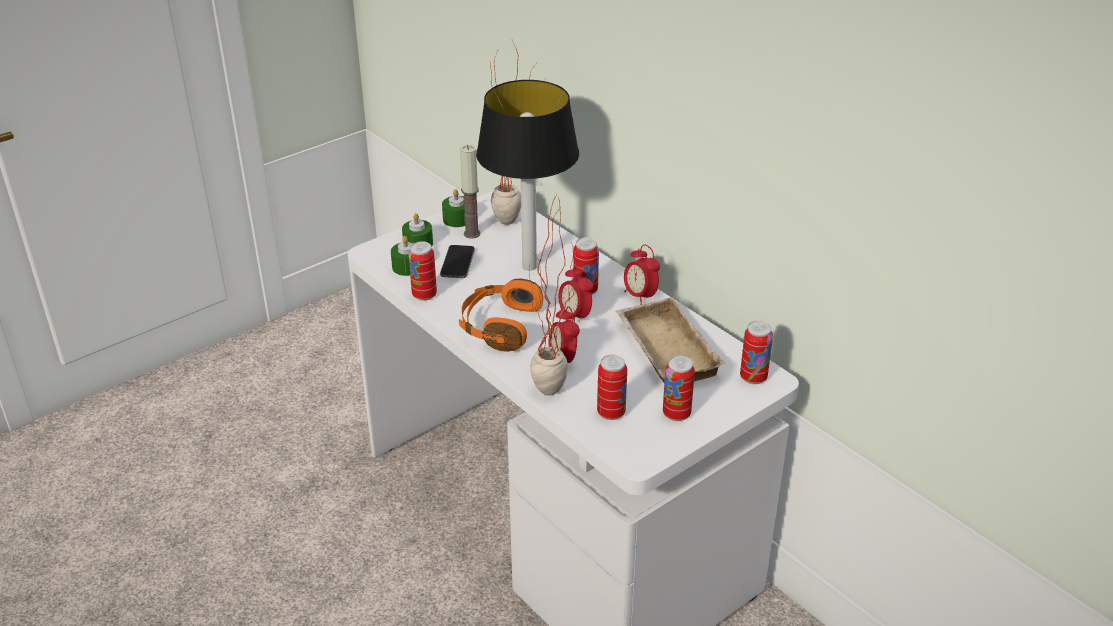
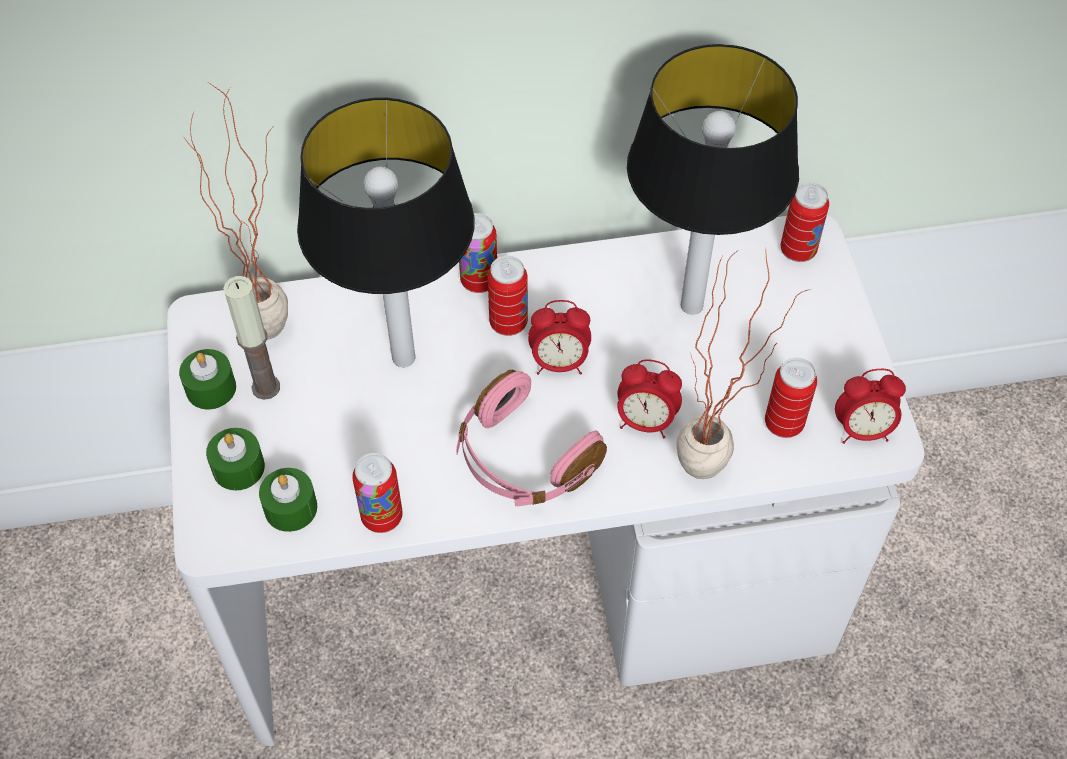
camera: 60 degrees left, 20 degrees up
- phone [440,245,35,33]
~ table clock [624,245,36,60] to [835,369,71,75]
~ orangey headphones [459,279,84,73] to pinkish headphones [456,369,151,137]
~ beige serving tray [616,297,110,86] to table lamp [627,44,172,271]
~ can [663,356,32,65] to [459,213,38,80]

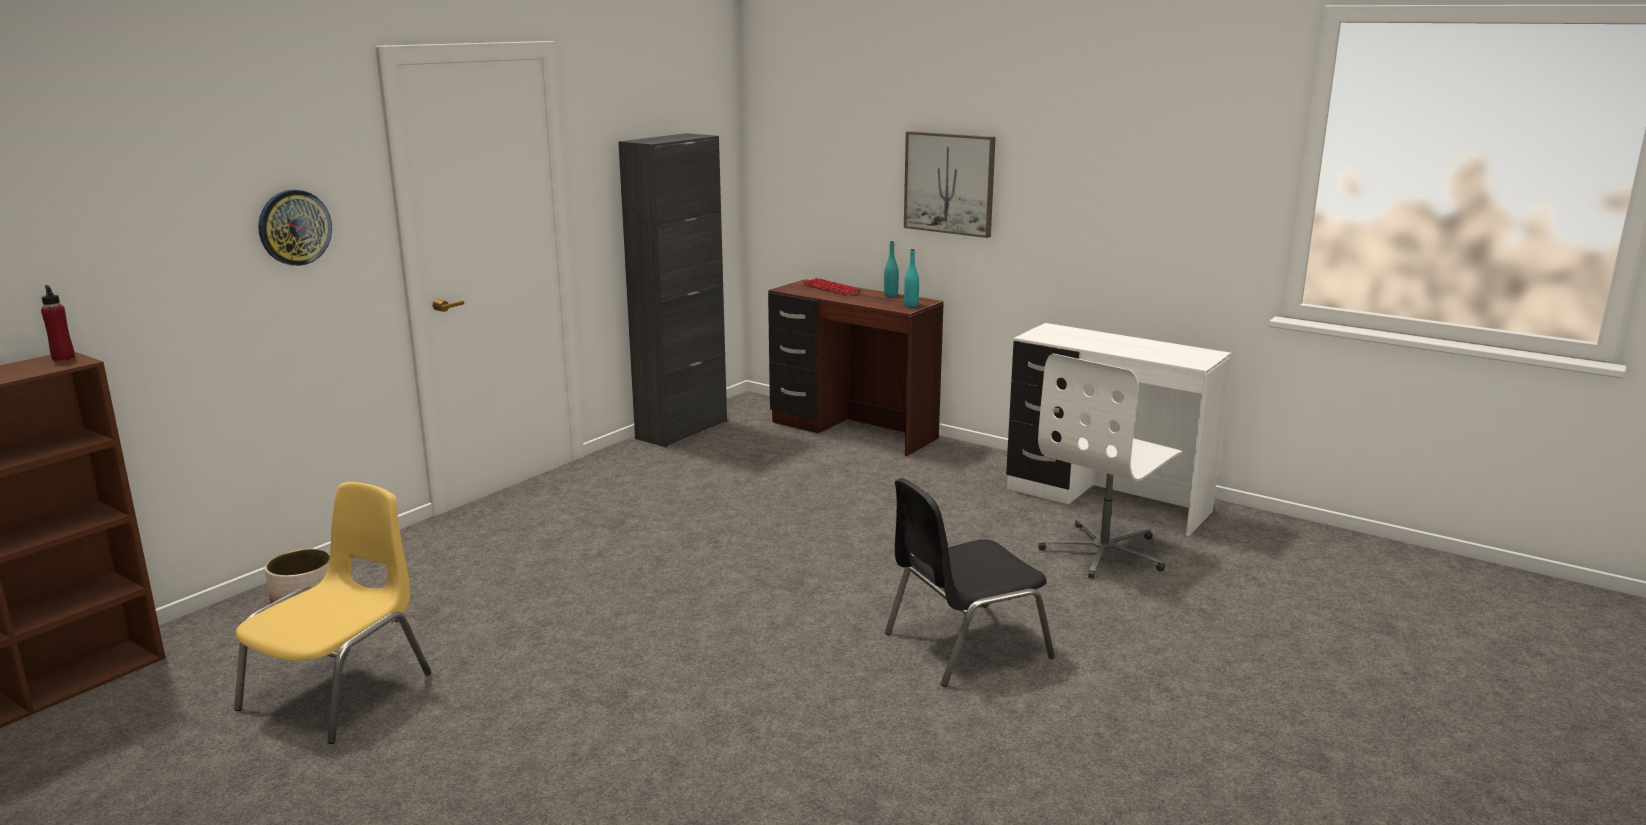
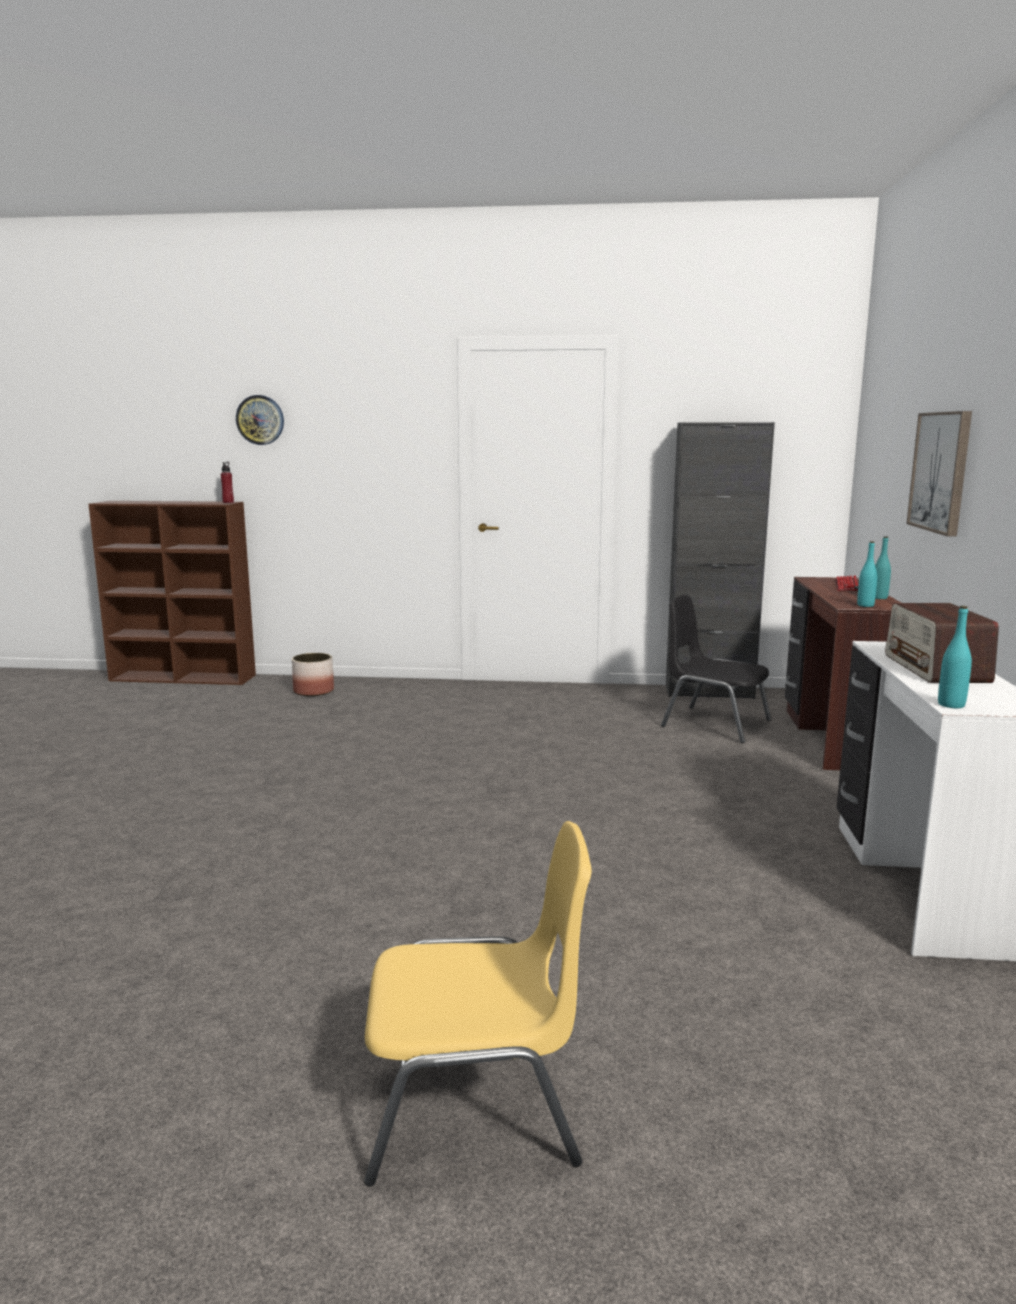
camera: 60 degrees right, 5 degrees down
~ clock on the wall [258,190,74,76] to [236,395,48,50]
- whitish office chair [1038,353,144,226]
~ blackish chair [885,478,170,209] to [661,595,110,148]
~ yellow chair [234,482,197,262] to [364,821,228,366]
+ radio [885,603,114,80]
+ turquoise bottle [938,606,34,102]

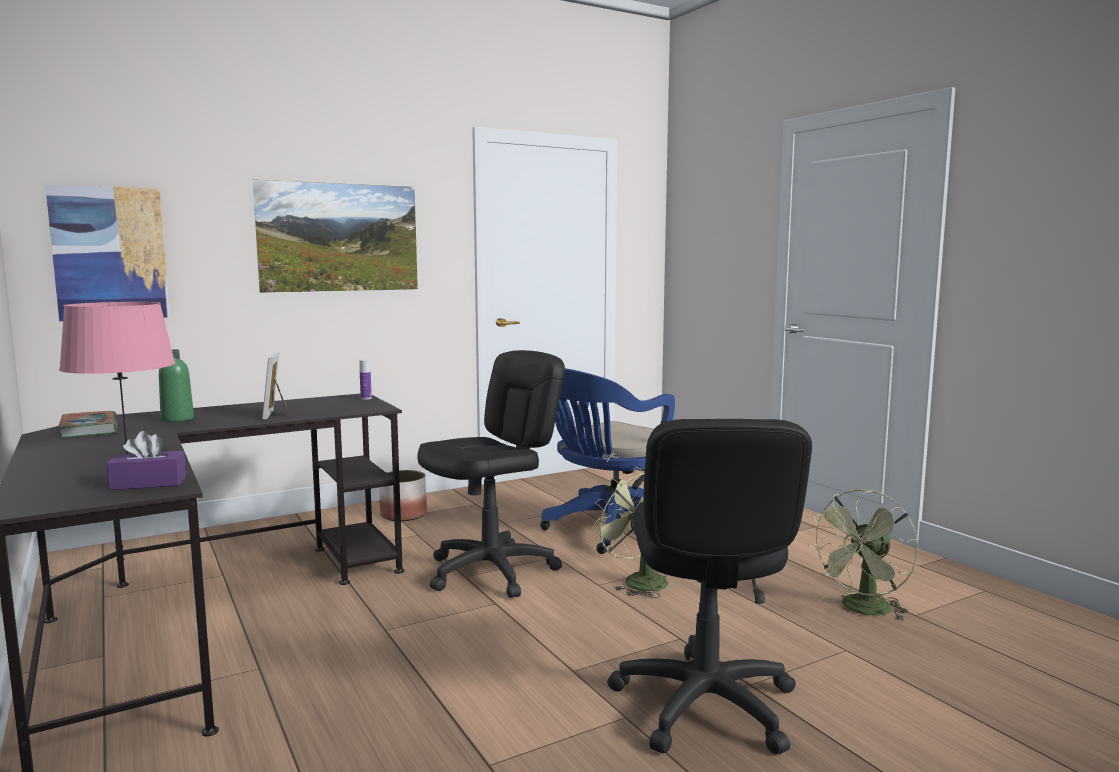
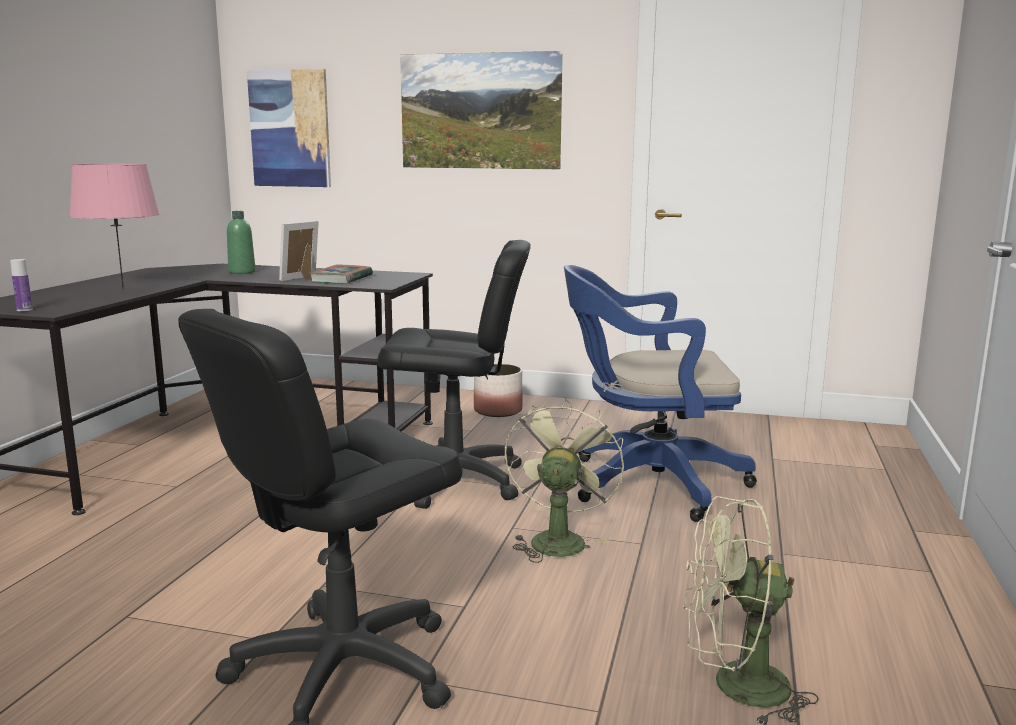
camera: 45 degrees right, 5 degrees up
~ bottle [359,359,13,41] to [10,259,23,52]
~ book [58,411,59,27] to [310,264,63,20]
- purple-coloured box of tissues [106,431,80,59]

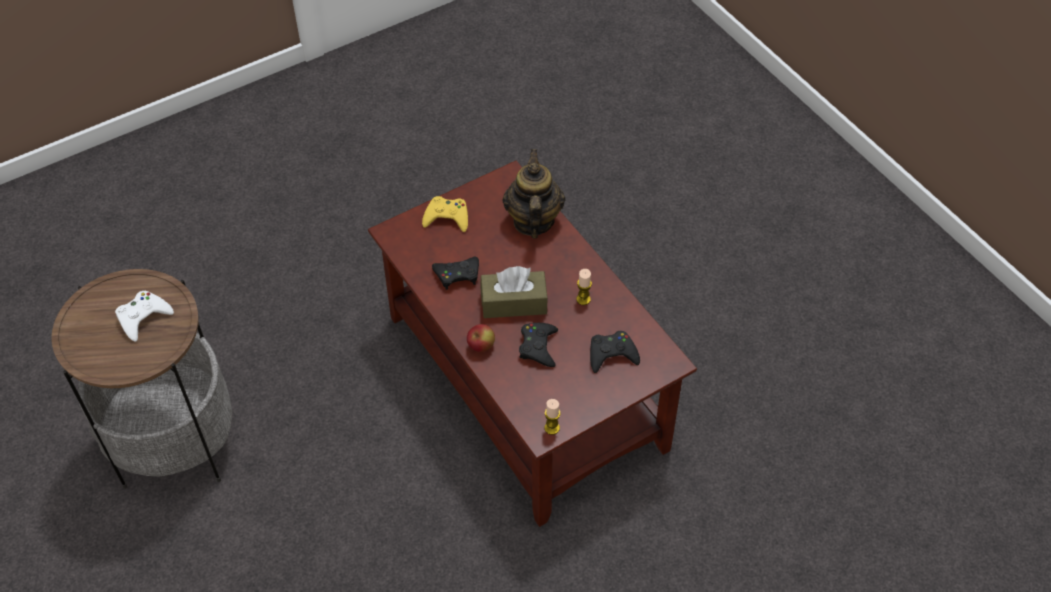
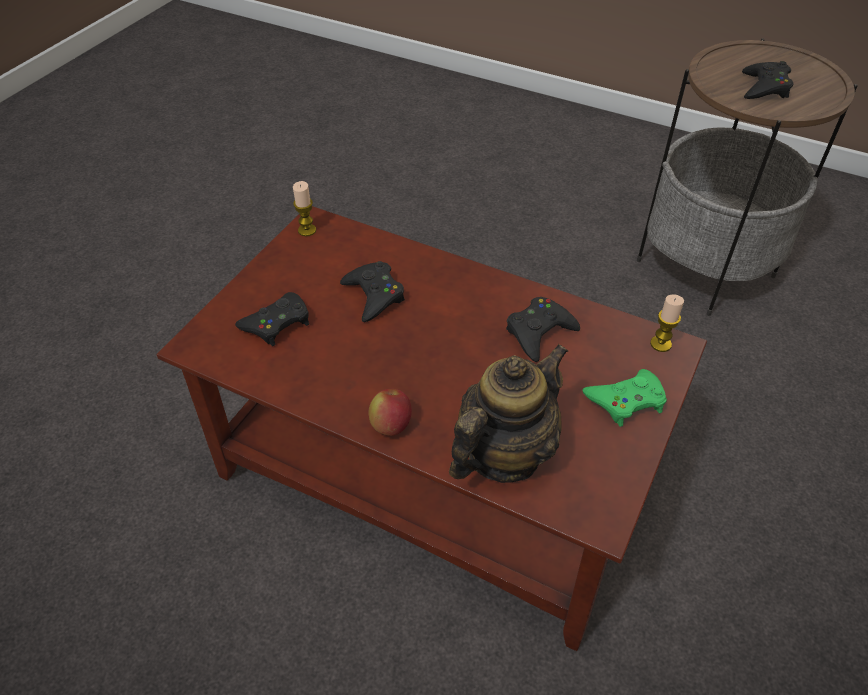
camera: 150 degrees right, 5 degrees down
~ tea pot [502,149,63,89] = [449,344,119,139] 105 degrees counterclockwise
~ yellow gamepad [422,196,46,36] to greenish gamepad [582,369,85,58]
- brown box of tissues [480,266,68,52]
~ wax light [576,269,16,36] to [650,294,34,58]
~ whitish gamepad [115,291,59,51] to blackish gamepad [742,61,51,38]
~ apple fruit [467,324,28,28] to [368,389,44,47]

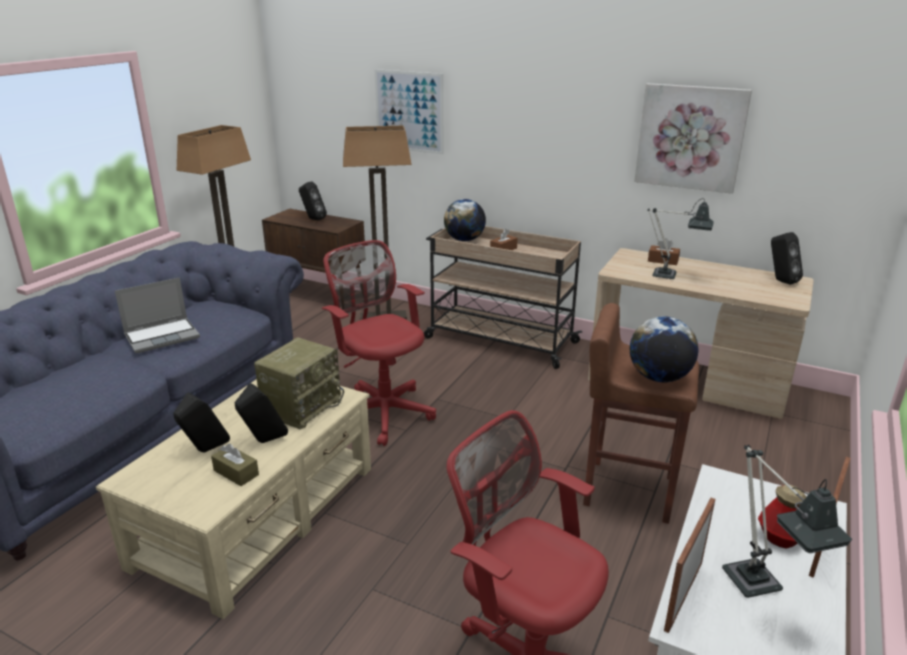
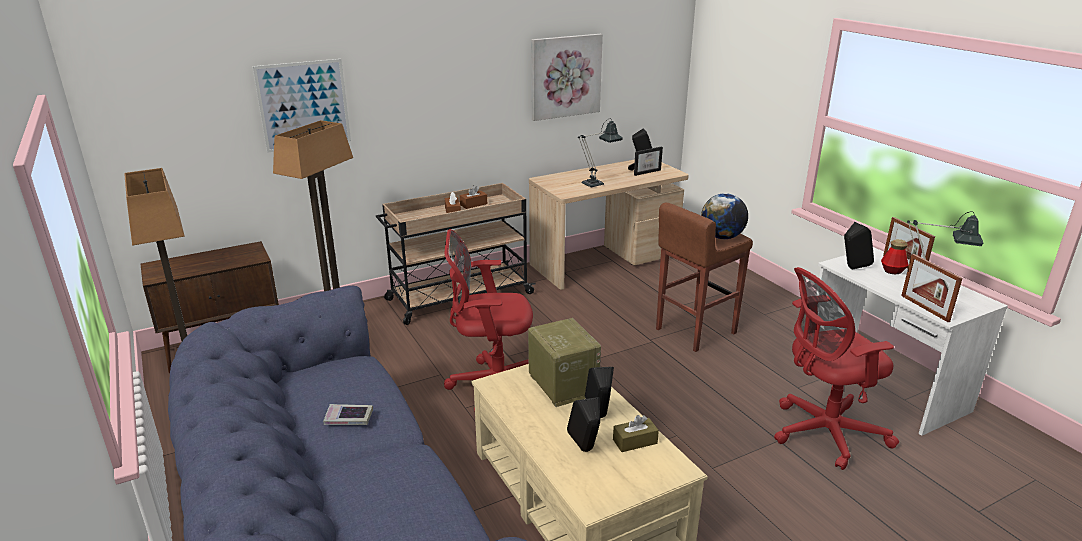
camera: 55 degrees left, 0 degrees up
~ blackish audio speaker [299,181,28,39] to [844,222,30,47]
- desk globe [444,199,42,42]
~ brown box of tissues [648,238,32,27] to [460,185,27,24]
~ notebook computer [115,277,85,76] to book [323,404,50,21]
+ picture frame [628,146,35,30]

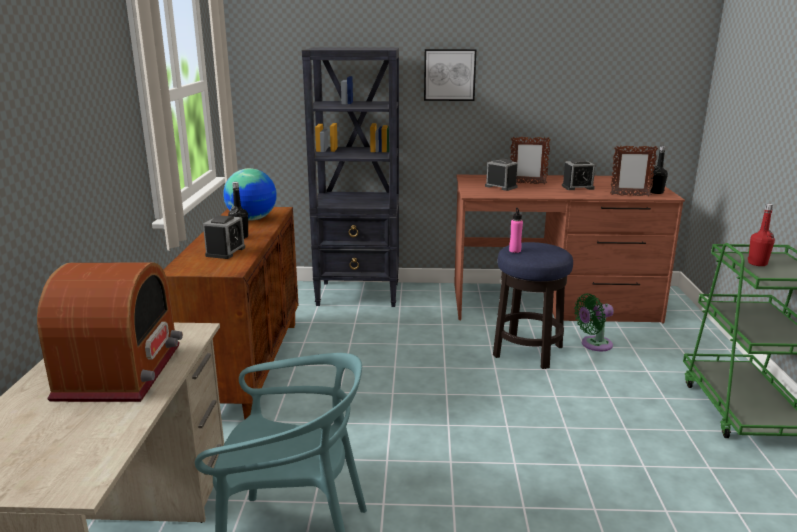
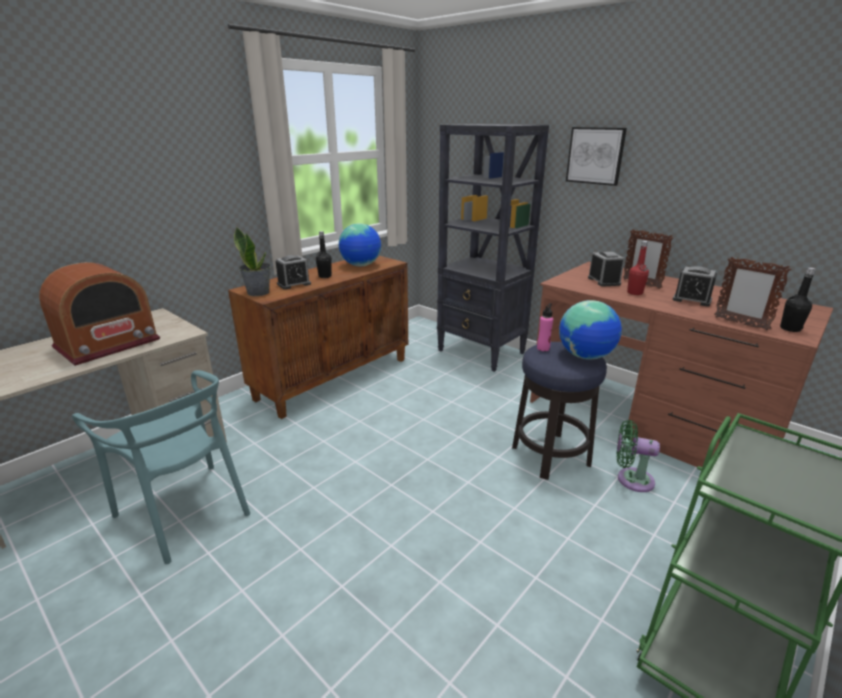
camera: 40 degrees right, 5 degrees up
~ red bottle [748,204,27,62] to [627,241,22,54]
+ potted plant [234,226,37,70]
+ desk globe [559,300,63,60]

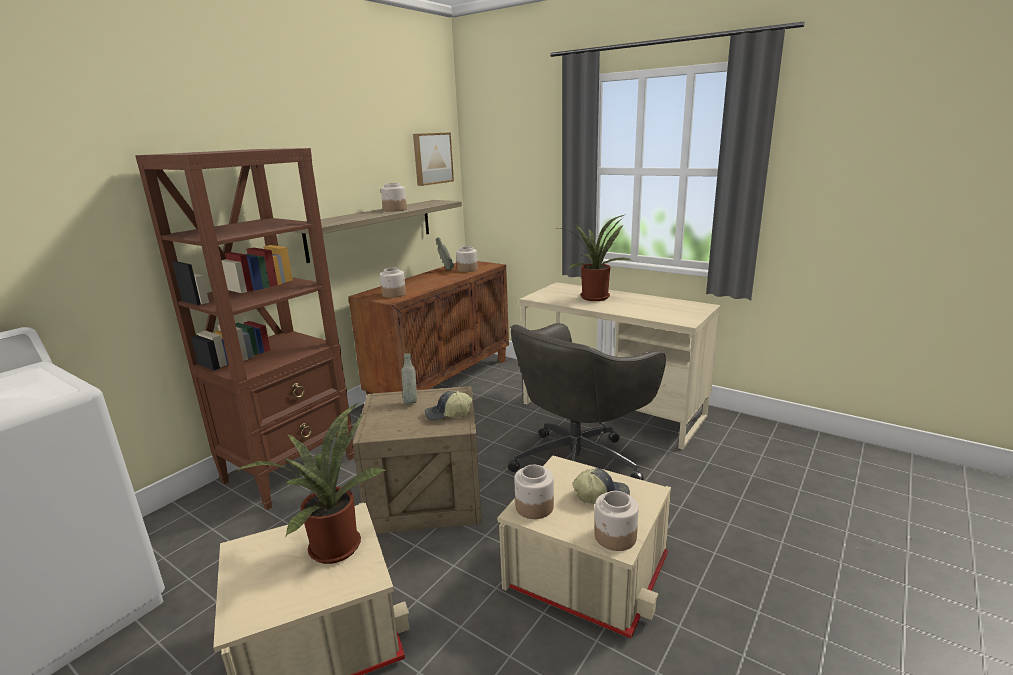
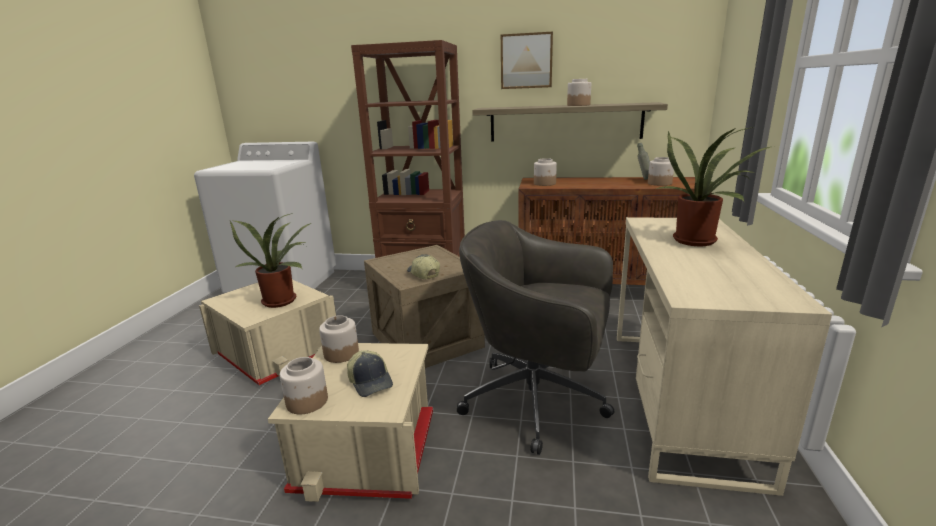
camera: 65 degrees right, 0 degrees up
~ wall art [413,132,41,54] to [501,32,52,57]
- grey bottle [401,353,16,51]

